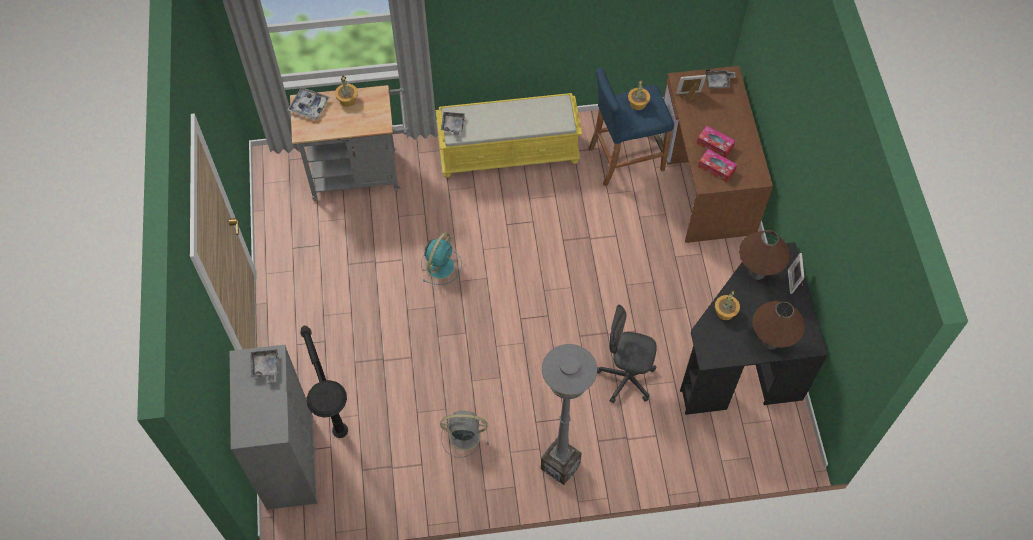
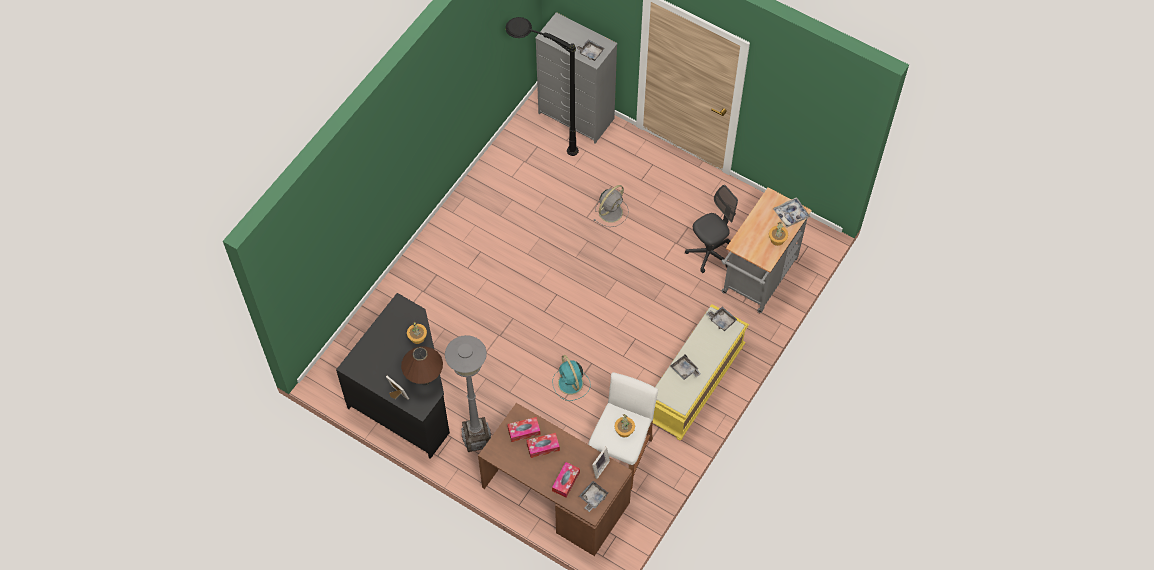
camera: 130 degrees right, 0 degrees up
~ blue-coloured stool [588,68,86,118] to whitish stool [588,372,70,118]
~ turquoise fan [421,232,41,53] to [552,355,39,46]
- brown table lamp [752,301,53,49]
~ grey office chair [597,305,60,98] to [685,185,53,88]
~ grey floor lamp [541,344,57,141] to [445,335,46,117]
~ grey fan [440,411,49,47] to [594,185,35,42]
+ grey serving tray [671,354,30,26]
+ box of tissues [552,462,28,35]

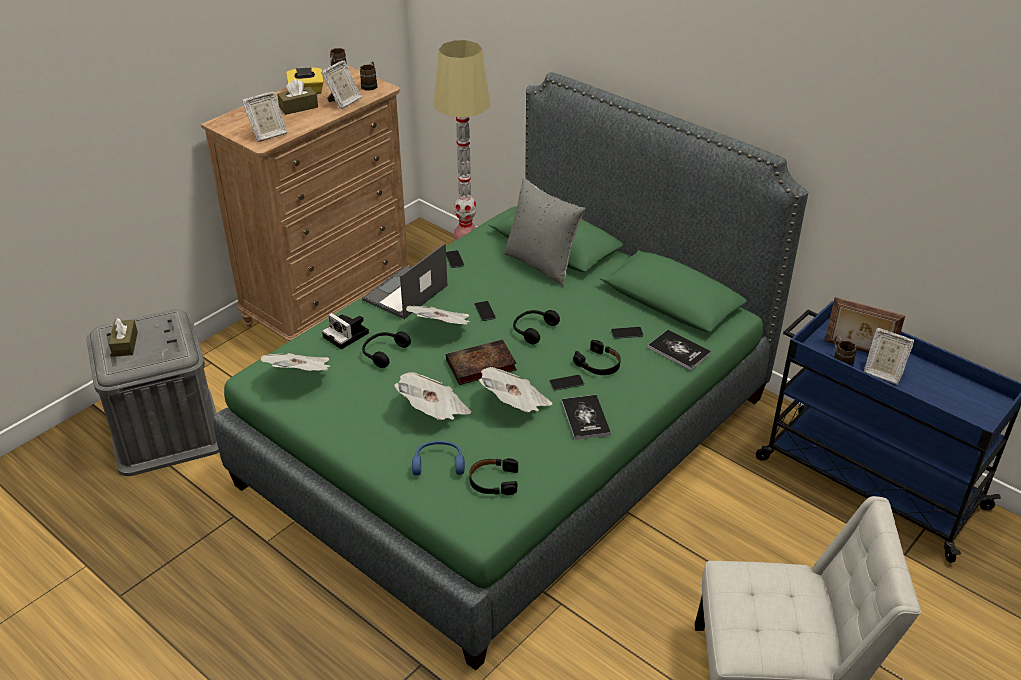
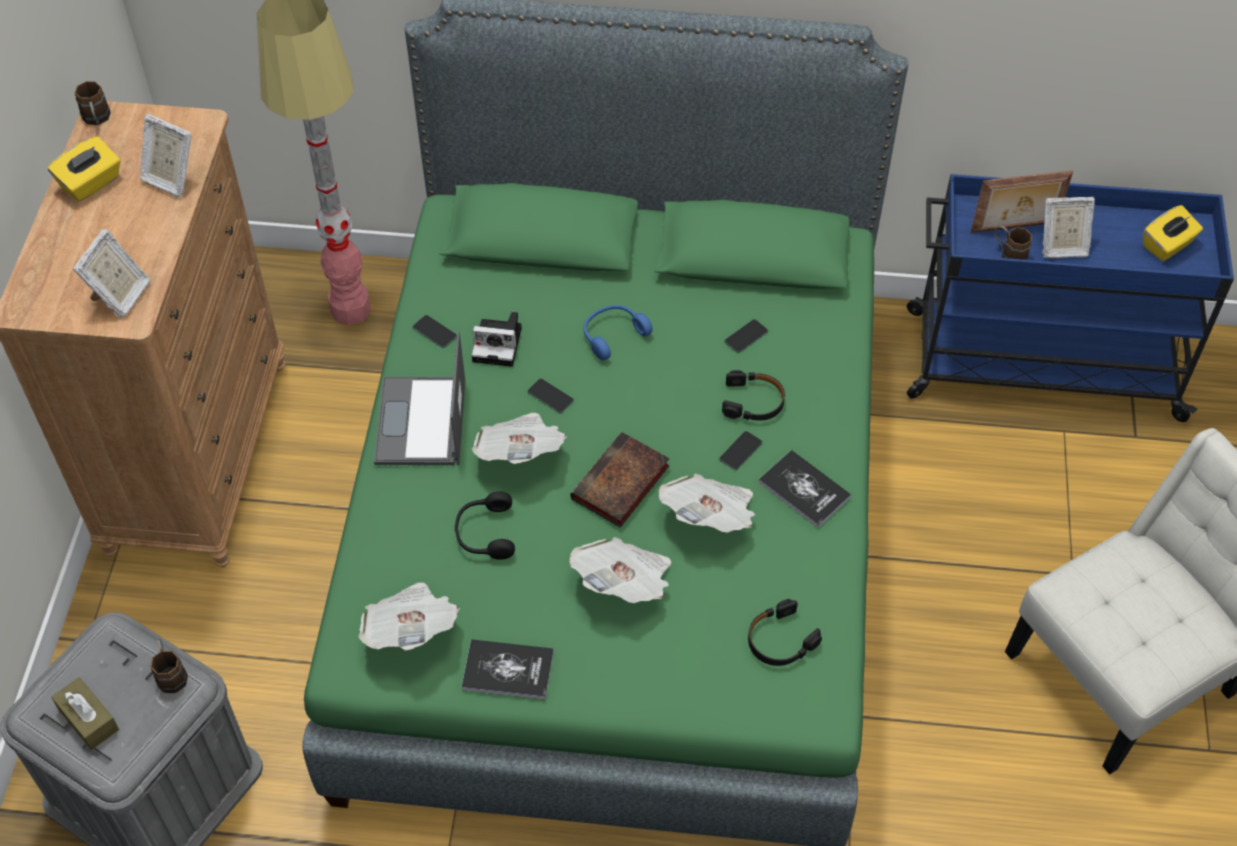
camera: 35 degrees left, 15 degrees up
~ picture frame [321,60,41,49] = [140,114,51,83] 120 degrees clockwise
~ brown mug [360,61,17,30] to [150,639,38,54]
- brown box of tissues [277,79,41,36]
- grey pillow [503,178,82,108]
- blackish headphones [513,310,47,34]
~ still camera [322,313,47,36] to [471,312,51,55]
~ book [648,330,63,41] to [462,639,92,61]
~ blue-coloured headphones [412,441,53,35] to [584,305,69,55]
+ yellow box of tissues [1143,205,60,56]

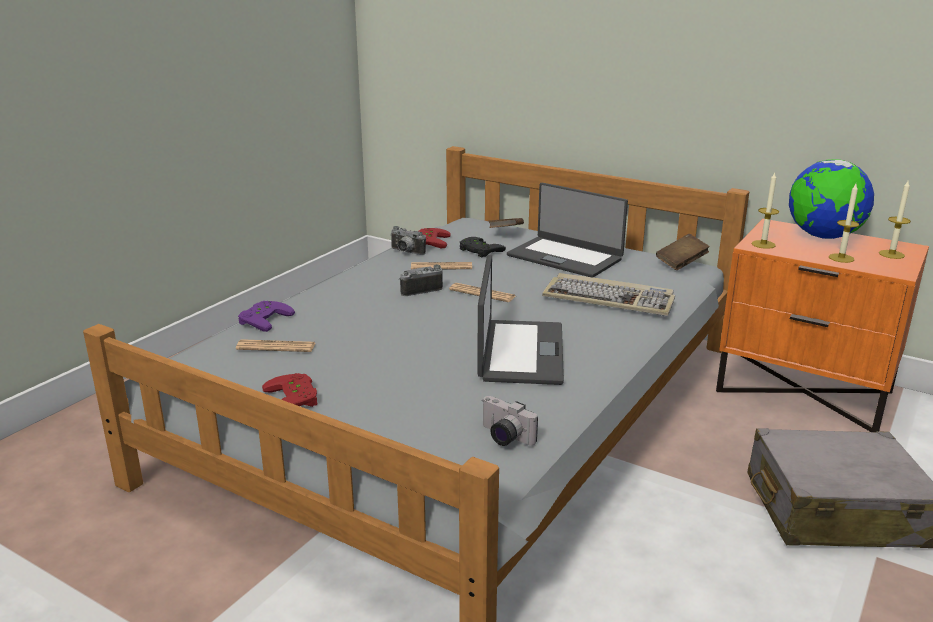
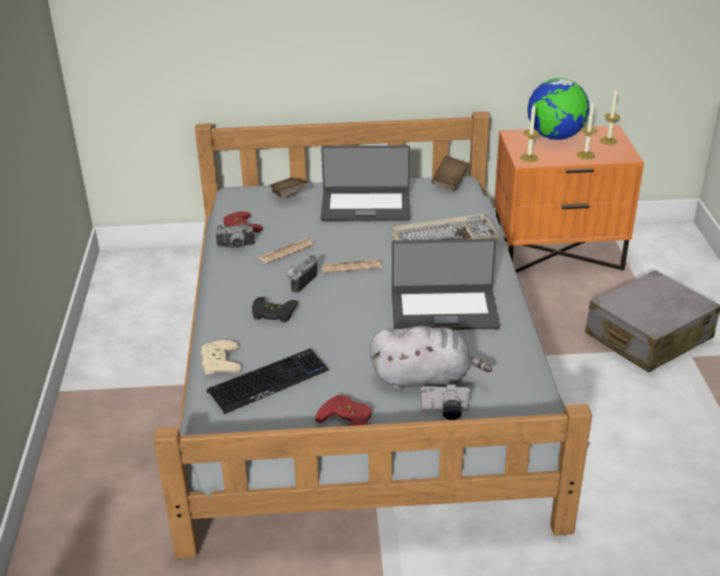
camera: 35 degrees left, 10 degrees up
~ blackish gamepad [460,237,46,21] to [252,297,46,25]
~ notebook computer [477,254,87,131] = [392,239,108,91] 120 degrees clockwise
~ purple-coloured gamepad [238,301,57,31] to beige gamepad [201,340,40,35]
~ printed paper [236,339,79,13] to computer keyboard [206,349,123,65]
~ still camera [483,396,55,50] to [420,384,51,36]
+ grey soft toy [369,326,123,65]

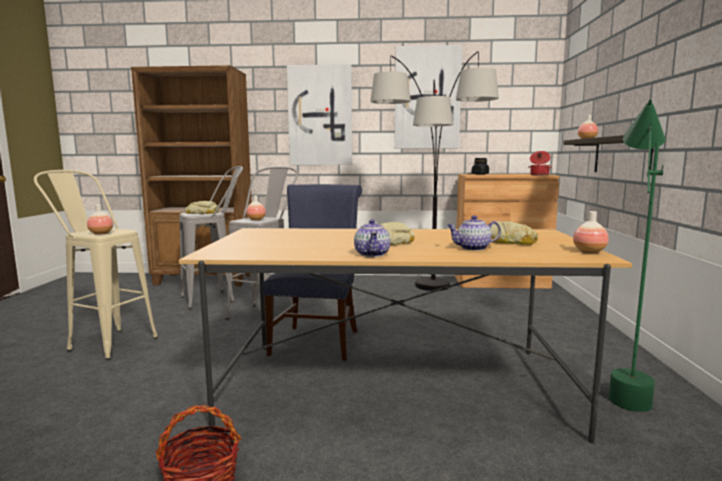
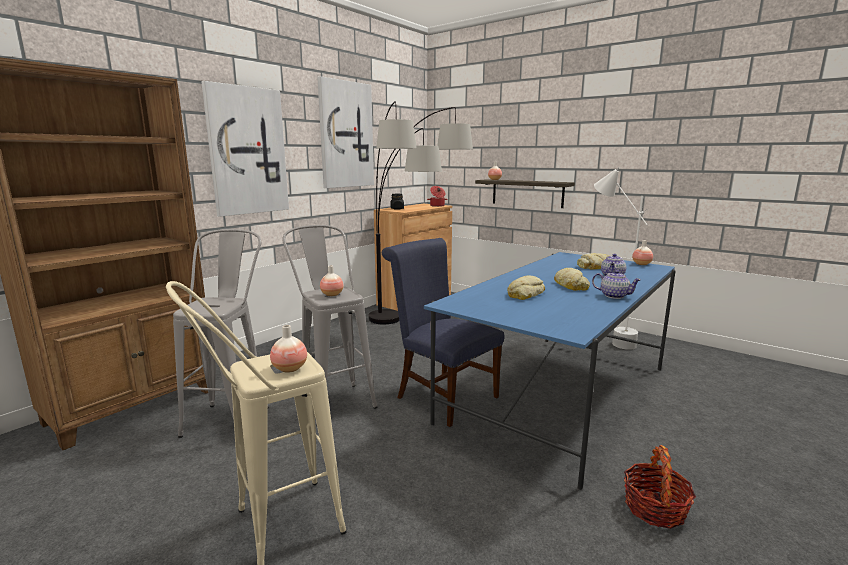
camera: 55 degrees left, 5 degrees up
~ greenish floor lamp [608,99,58,313] to whitish floor lamp [594,167,53,183]
~ bread [185,201,34,13] to [507,275,38,25]
~ beige kitchen table [179,228,453,215] to blue-coloured kitchen table [424,252,252,238]

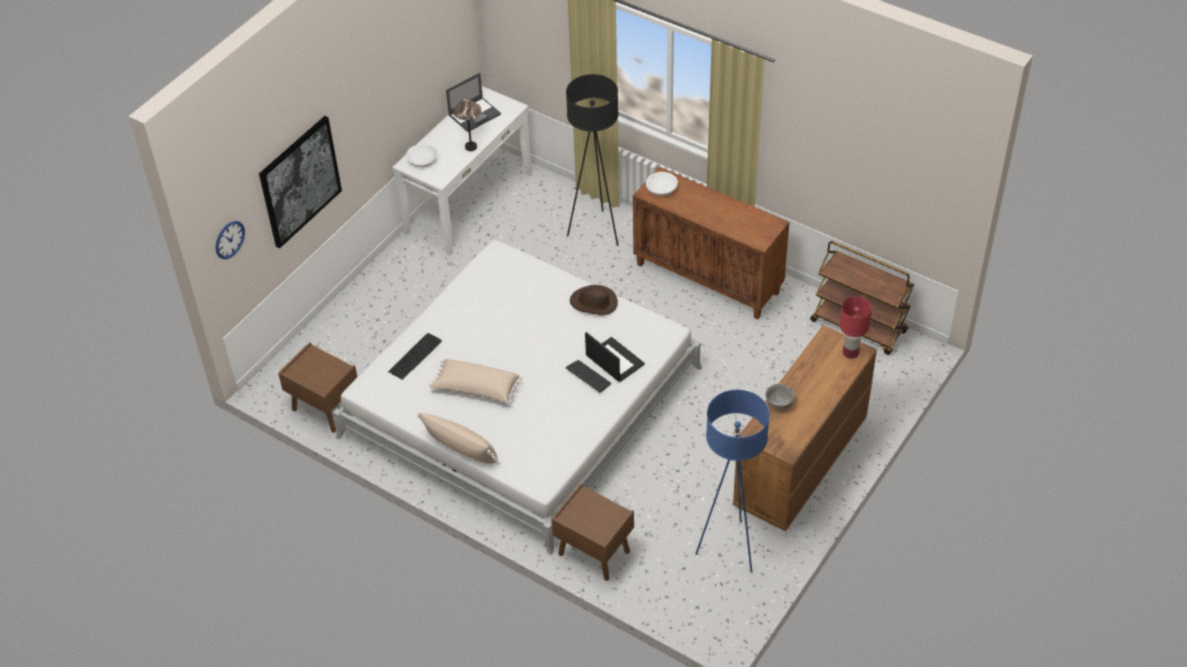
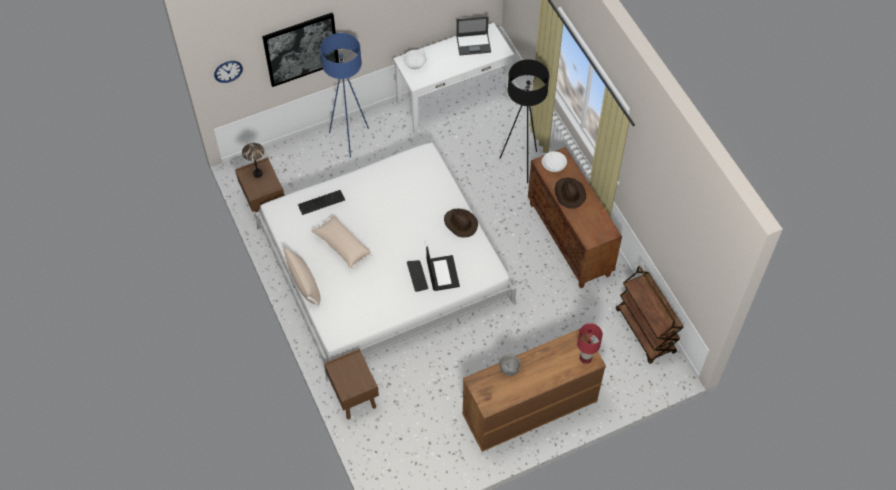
camera: 30 degrees right, 10 degrees up
~ table lamp [453,98,28,53] to [242,143,22,35]
~ blue-coloured floor lamp [695,390,75,183] to [320,33,49,125]
+ brown clothing hat [554,178,32,31]

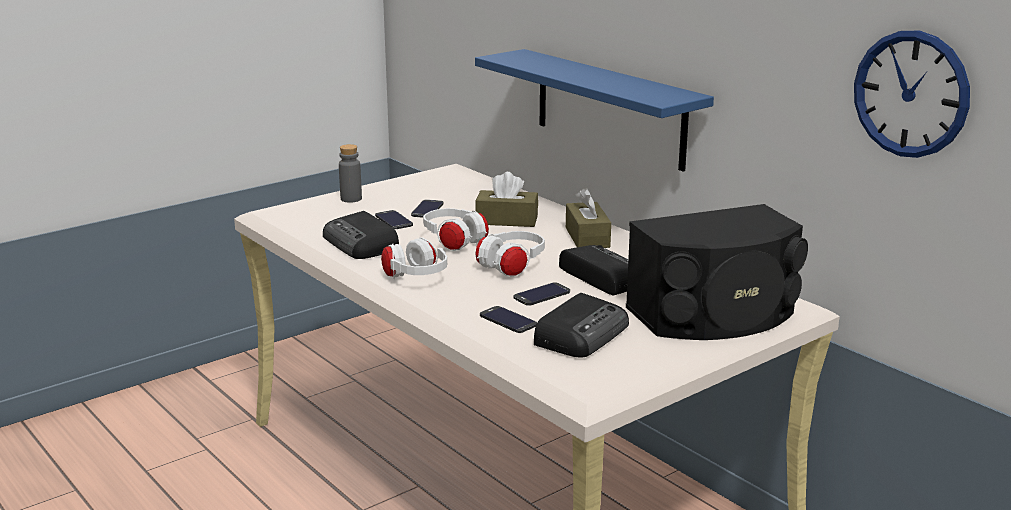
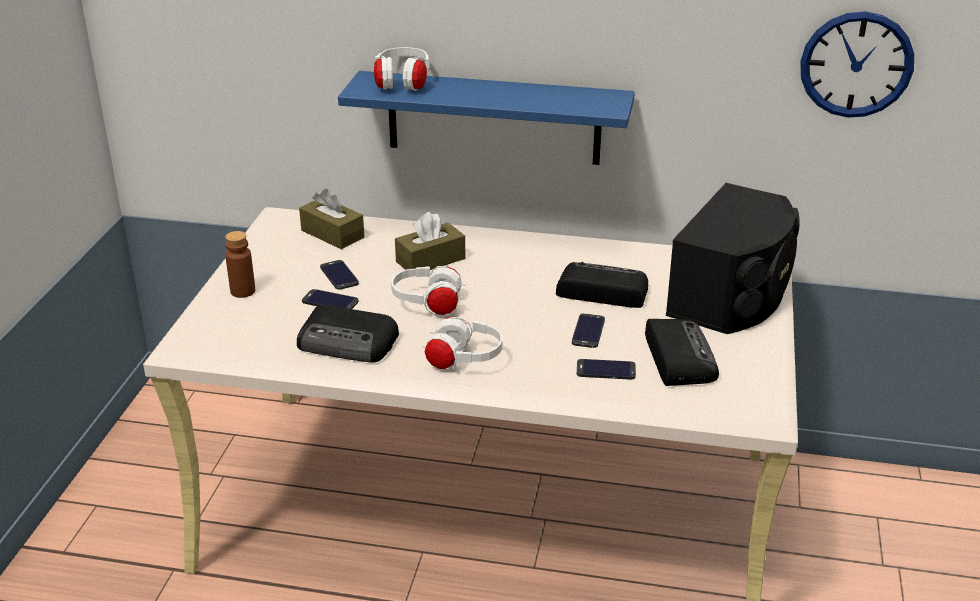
camera: 40 degrees left, 10 degrees up
~ grey bottle [339,144,23,59] to brown bottle [225,231,30,67]
~ brown box of tissues [566,188,45,60] to [299,189,66,60]
~ whitish headphones [475,231,70,46] to [374,47,56,44]

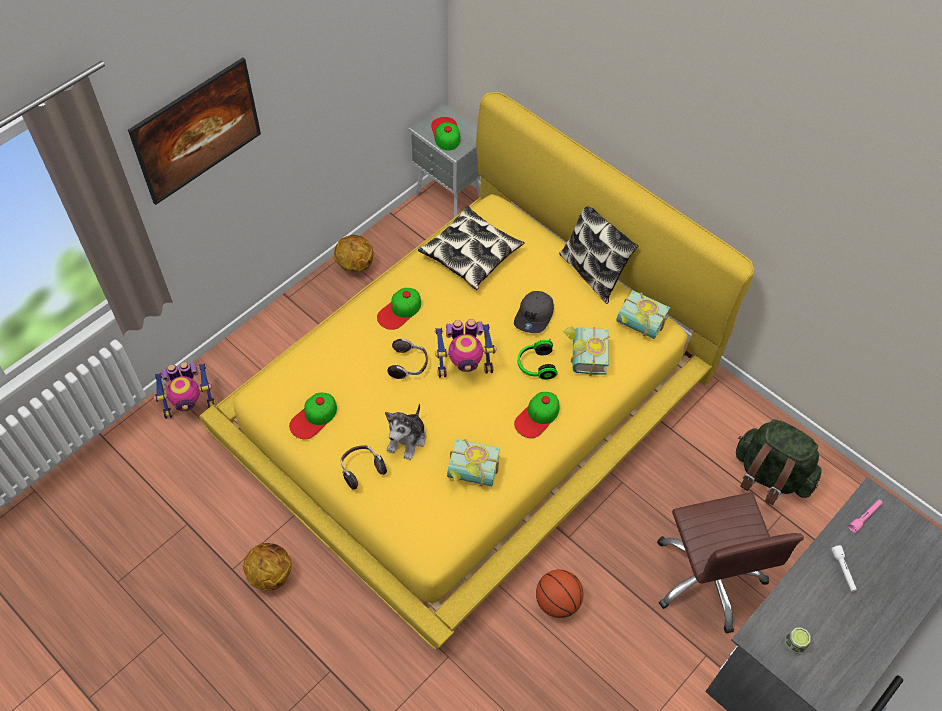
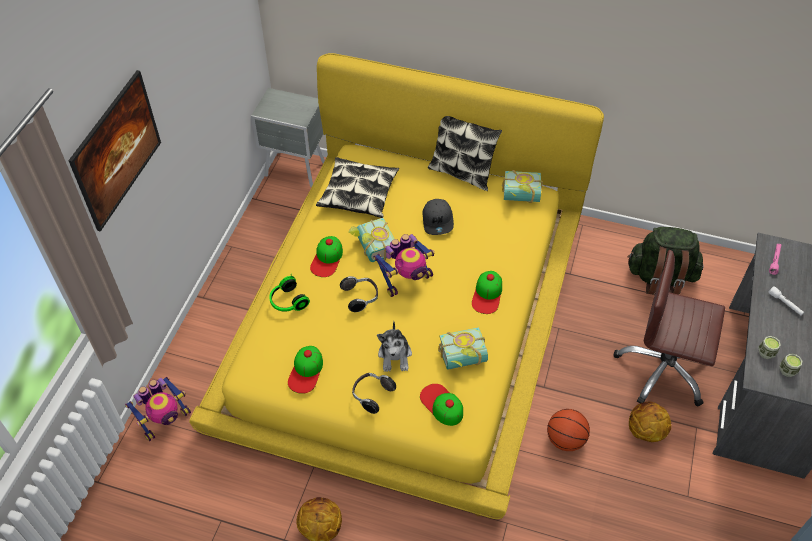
camera: 25 degrees left, 5 degrees down
~ baseball cap [431,117,29,34] to [420,384,43,42]
~ basketball [334,235,40,36] to [629,402,43,40]
~ book [562,326,48,50] to [348,218,46,44]
~ headphones [517,338,41,42] to [269,276,41,36]
~ brown office chair [657,492,147,141] = [614,250,111,157] 150 degrees clockwise
+ drinking cup [758,336,23,23]

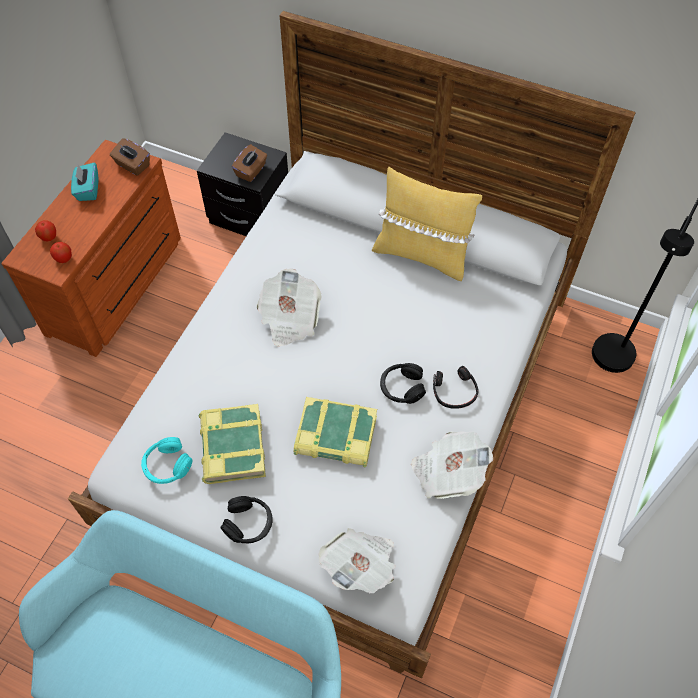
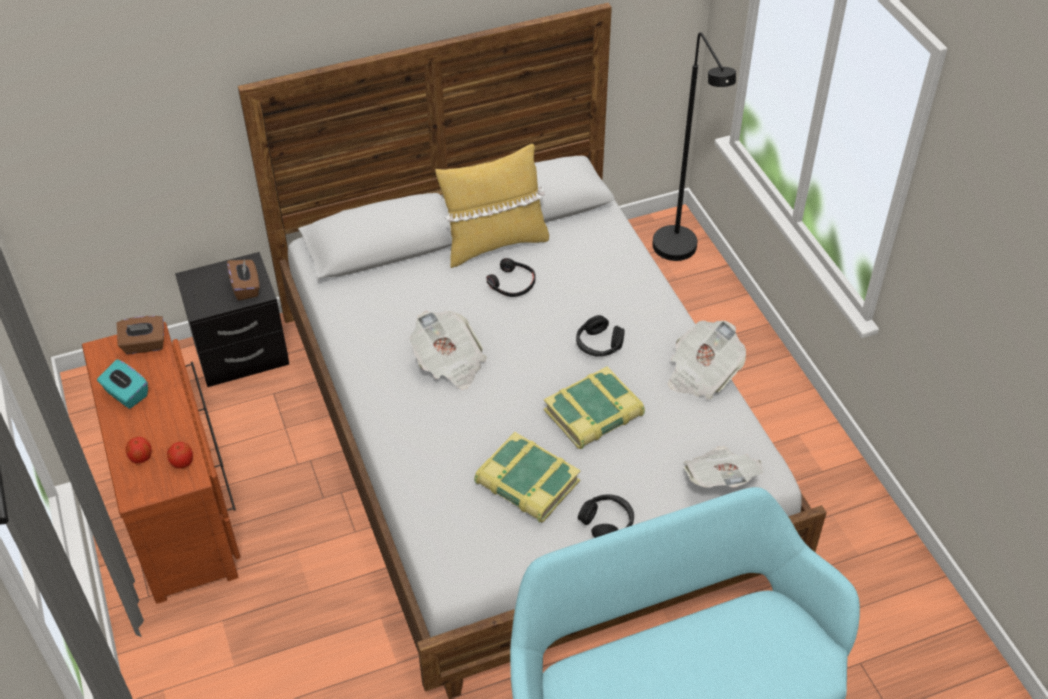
camera: 45 degrees left, 10 degrees down
~ blackish headphones [433,366,46,43] to [486,258,50,39]
- turquoise headphones [141,437,52,47]

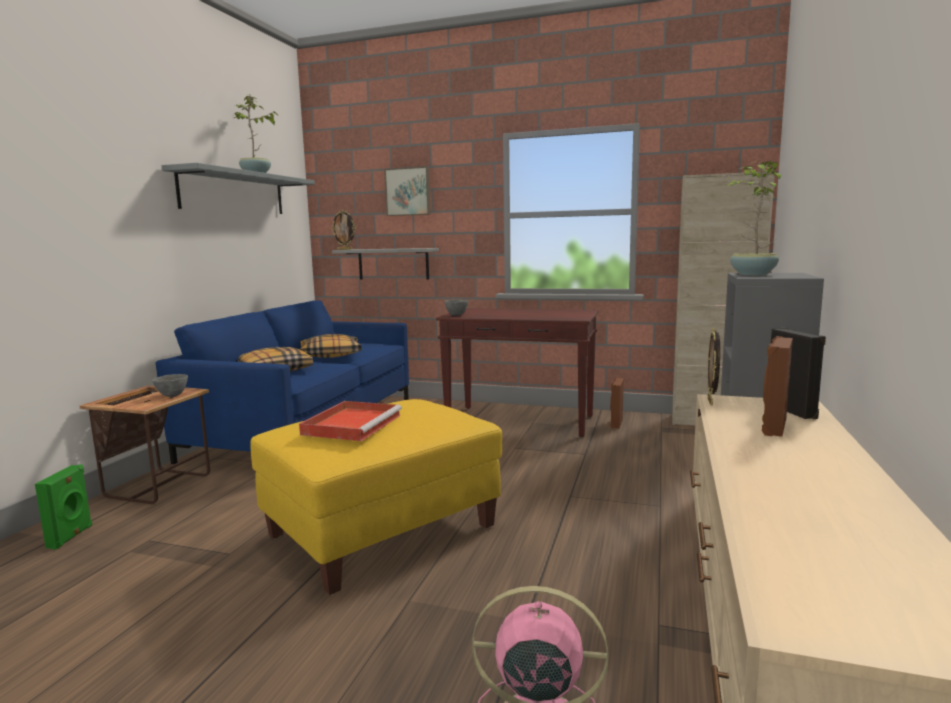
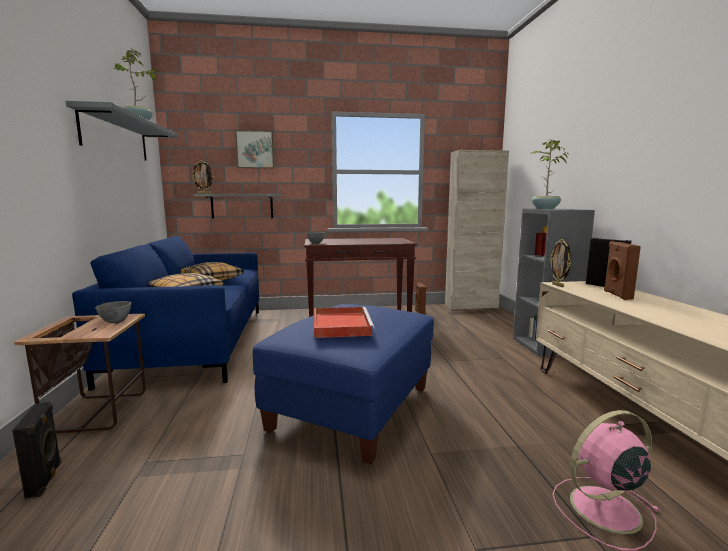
camera: 25 degrees left, 0 degrees up
~ yellow ottoman [250,399,252,196] to blue-coloured ottoman [253,304,181,160]
~ greenish audio speaker [35,464,57,85] to blackish audio speaker [12,401,49,98]

